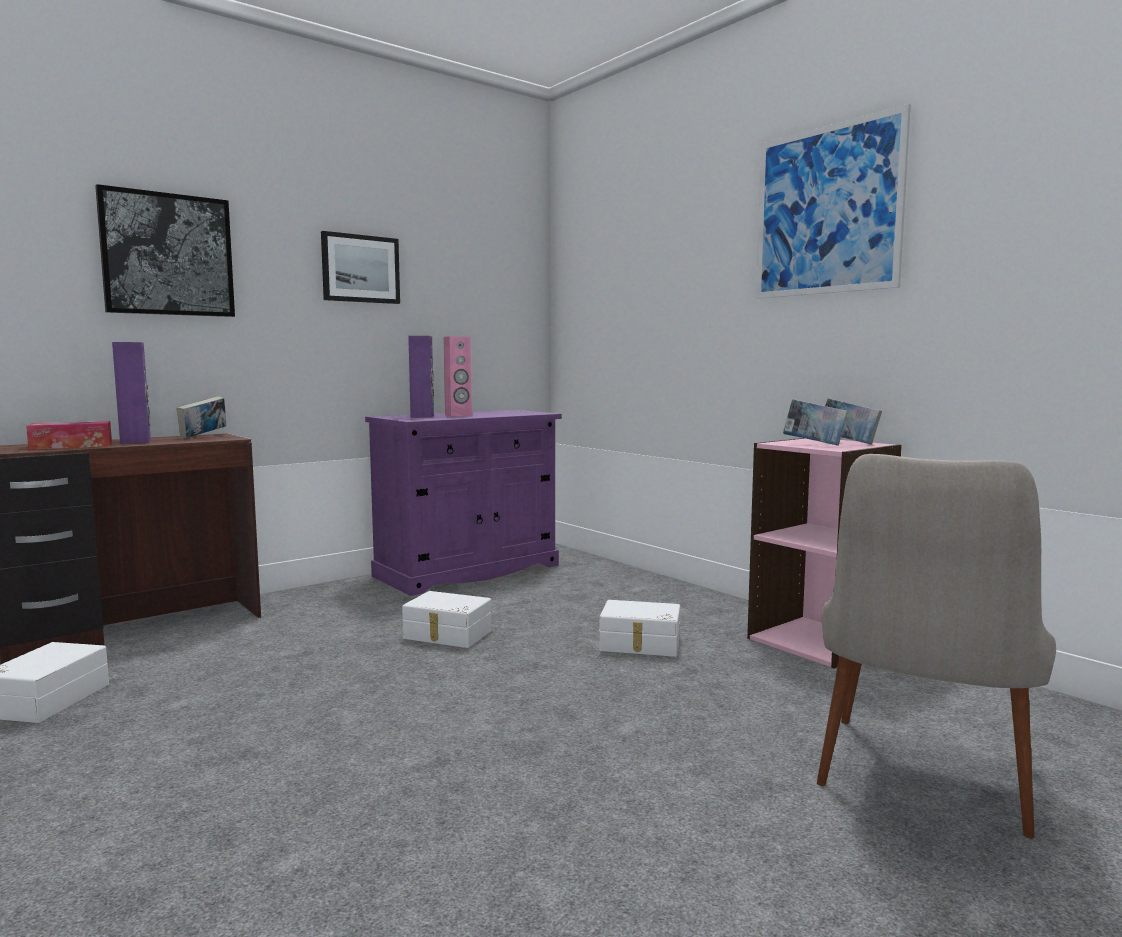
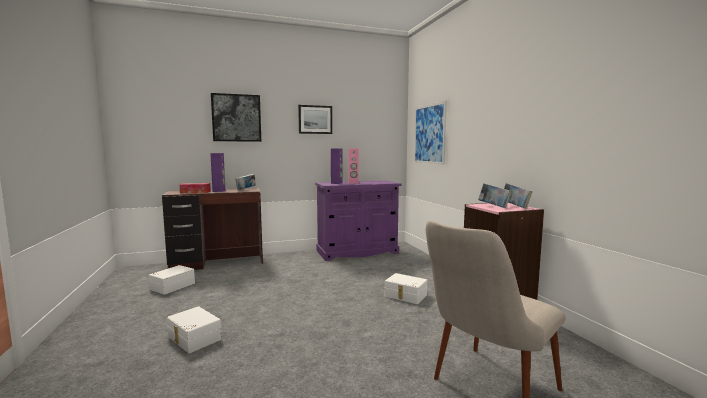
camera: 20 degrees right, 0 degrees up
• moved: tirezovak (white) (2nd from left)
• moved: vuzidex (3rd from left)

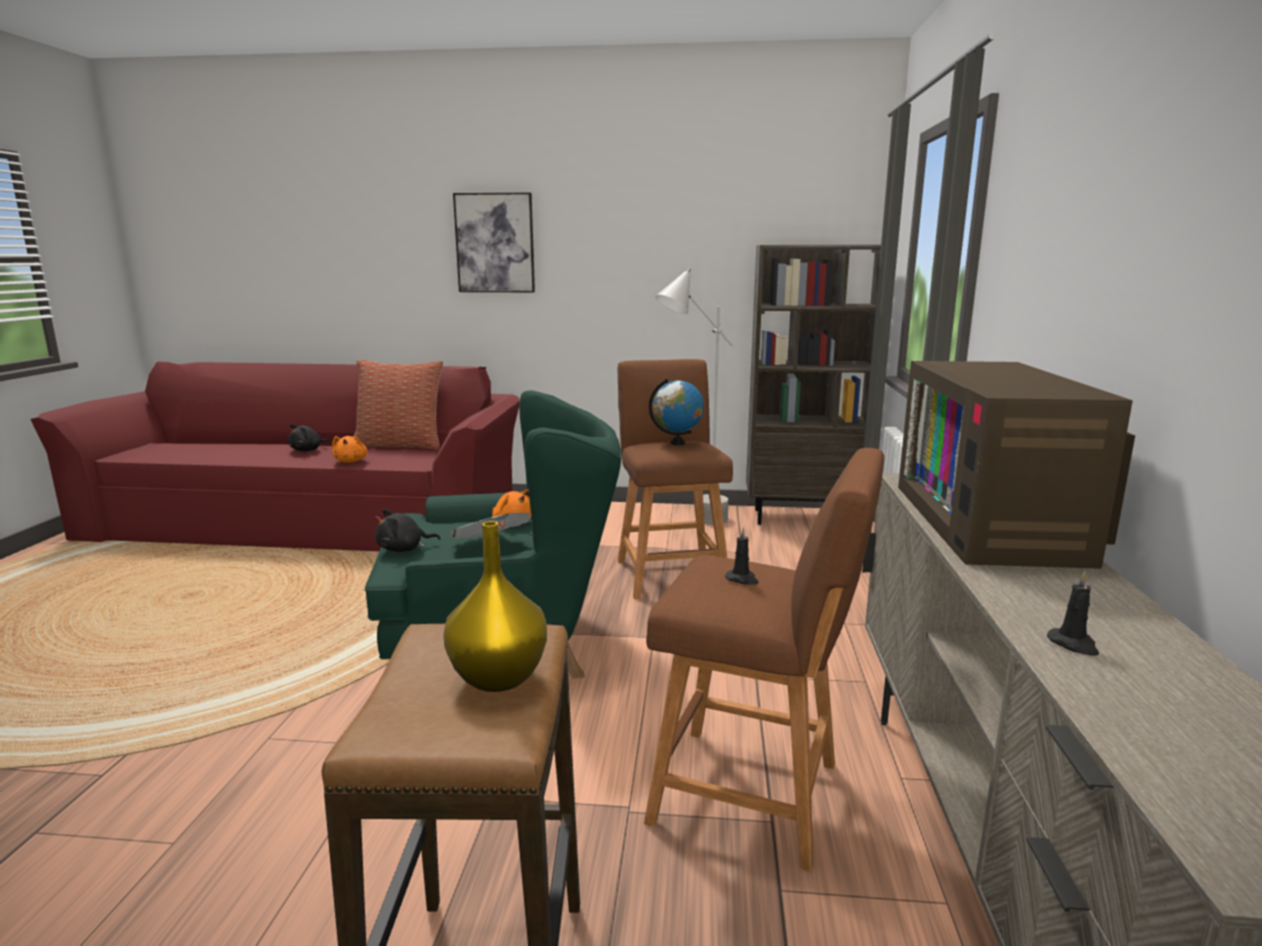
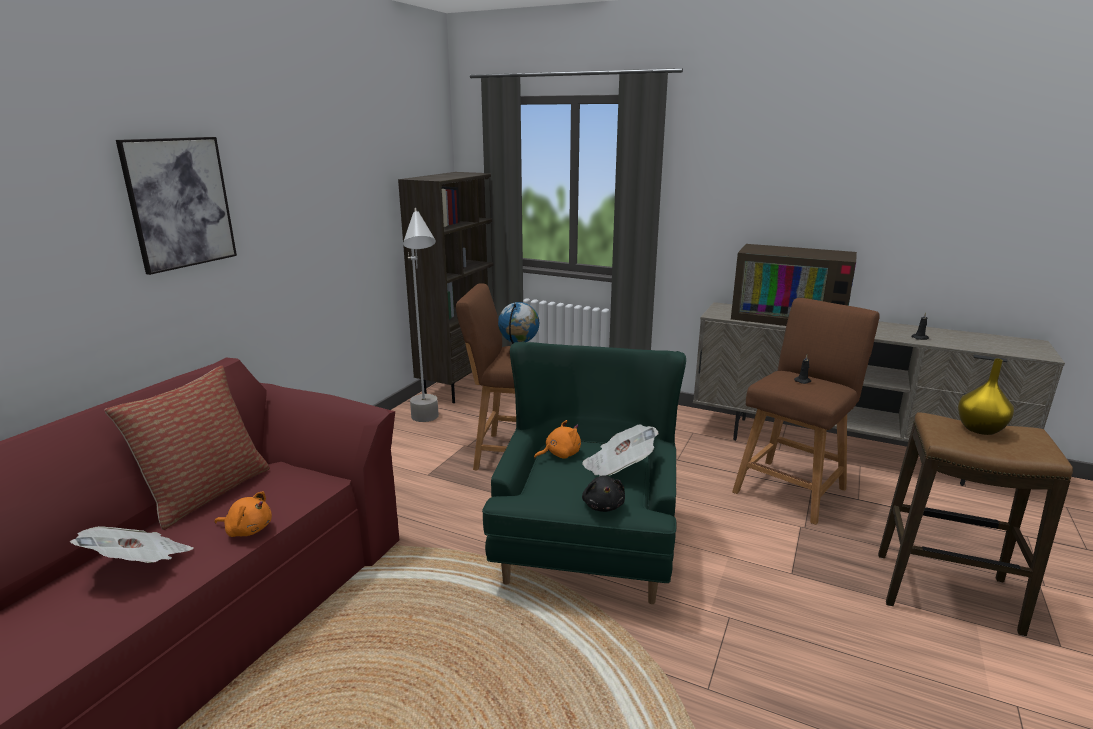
camera: 70 degrees left, 5 degrees up
• replaced: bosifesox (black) (1st from left) to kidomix (1st from left)

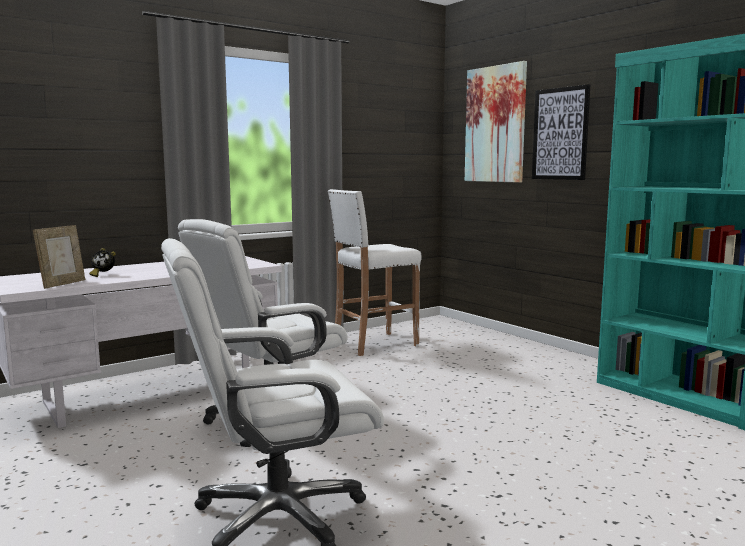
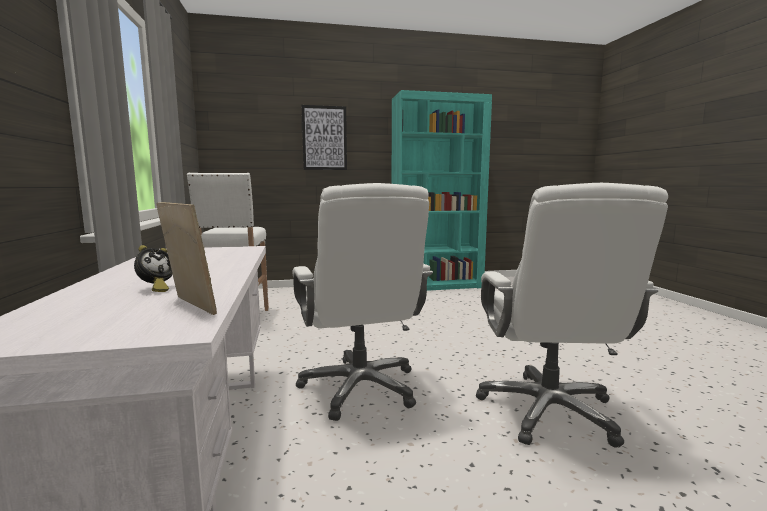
camera: 65 degrees left, 0 degrees up
• removed: vuzidex (1st from left)

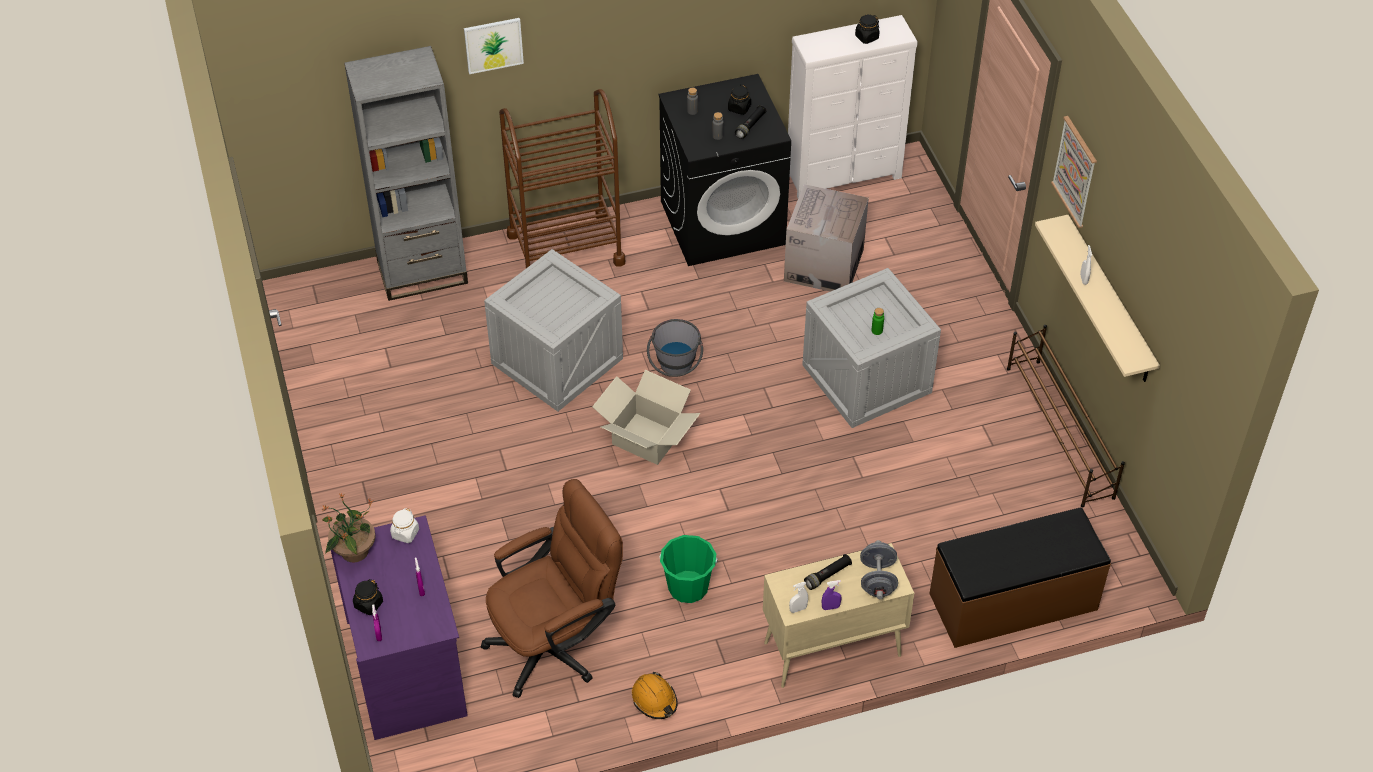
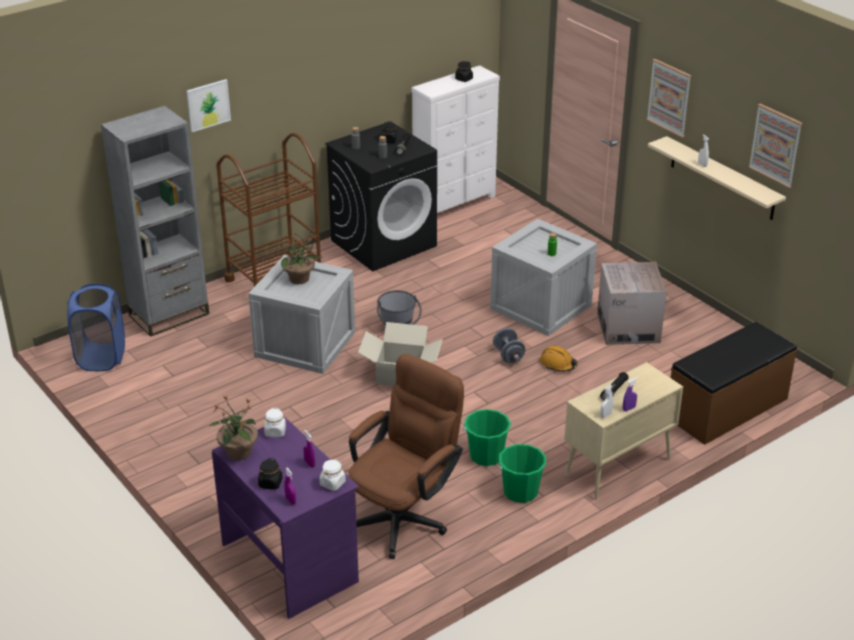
camera: 20 degrees left, 15 degrees down
• moved: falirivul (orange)
• moved: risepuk (2nd from left)
• moved: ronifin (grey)
• removed: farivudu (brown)
• added: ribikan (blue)
• added: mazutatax (2nd from left)
• added: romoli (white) (2nd from left)
• added: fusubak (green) (2nd from left)
• added: vuzidex (3rd from left)

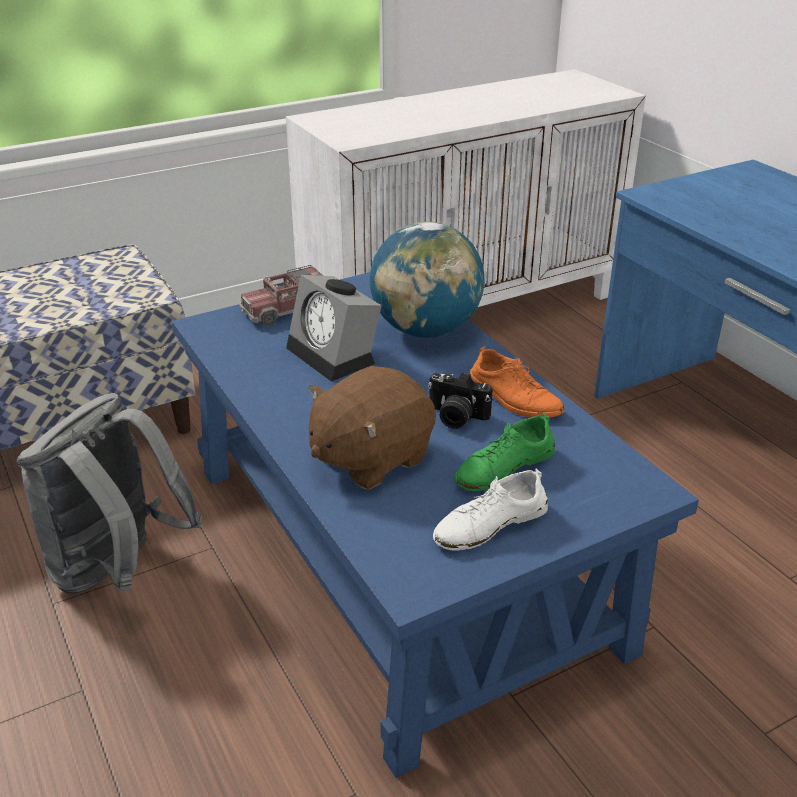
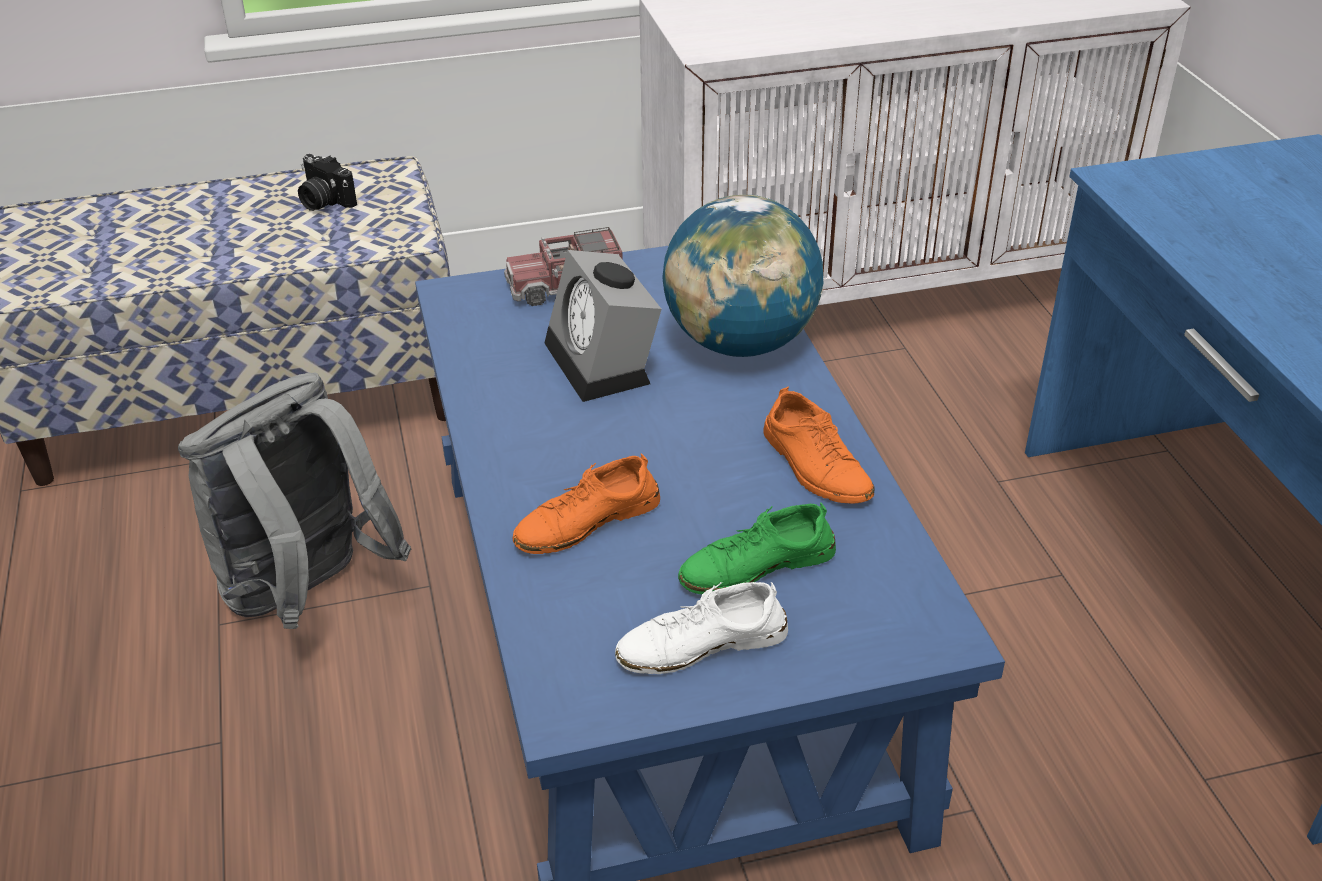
camera: 15 degrees right, 5 degrees up
• replaced: bosifesox (brown) to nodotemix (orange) (1st from left)
• moved: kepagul

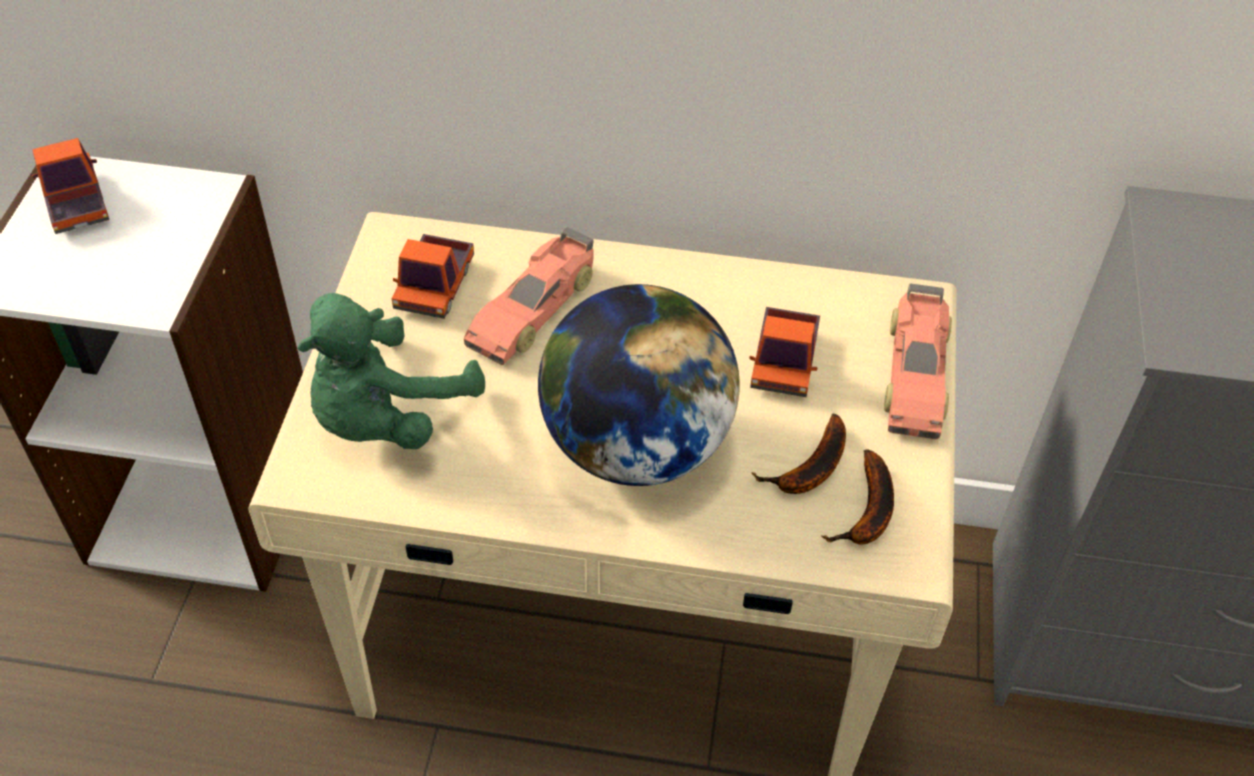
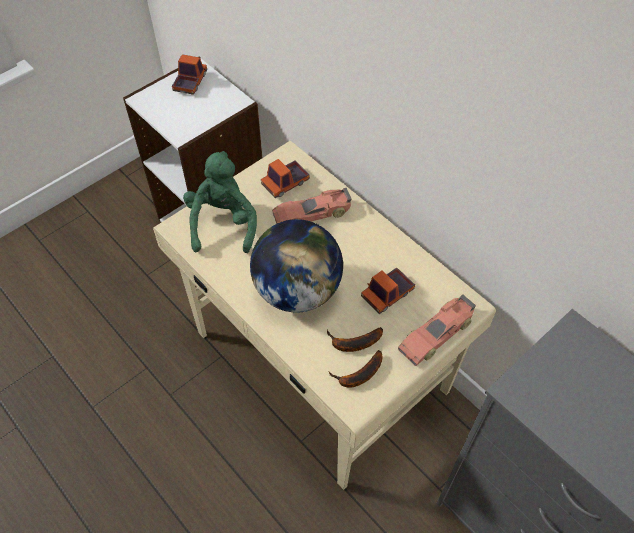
camera: 40 degrees right, 5 degrees up
• turned: bosifesox (green) 105 degrees clockwise

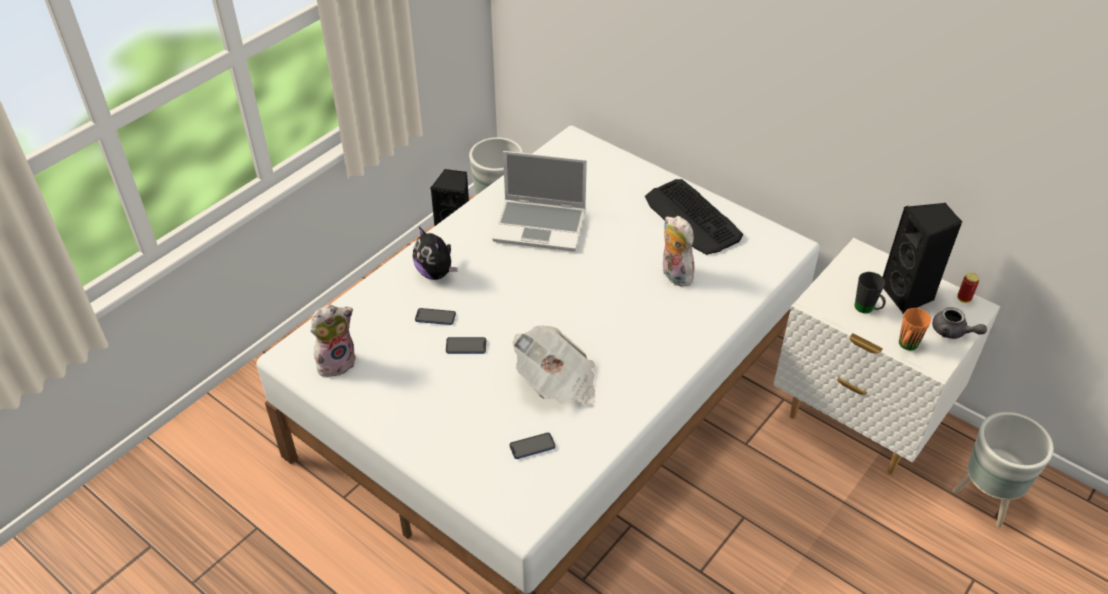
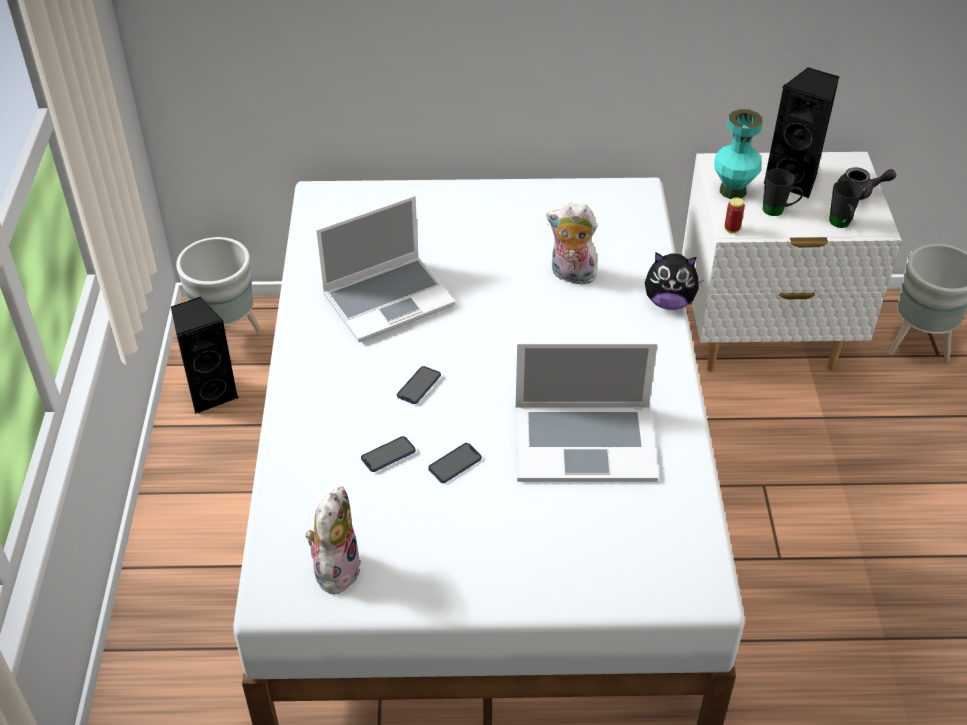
camera: 40 degrees left, 0 degrees up
• moved: bosifesox (2nd from left in the first image) to bosifesox (3rd from left)
• moved: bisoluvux (3rd from left in the first image) to bisoluvux (2nd from left)
• replaced: kidomix to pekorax (2nd from left)
• removed: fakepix
• recoloured: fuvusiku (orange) to fuvusiku (black) (2nd from left)
• moved: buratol
• added: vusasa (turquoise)

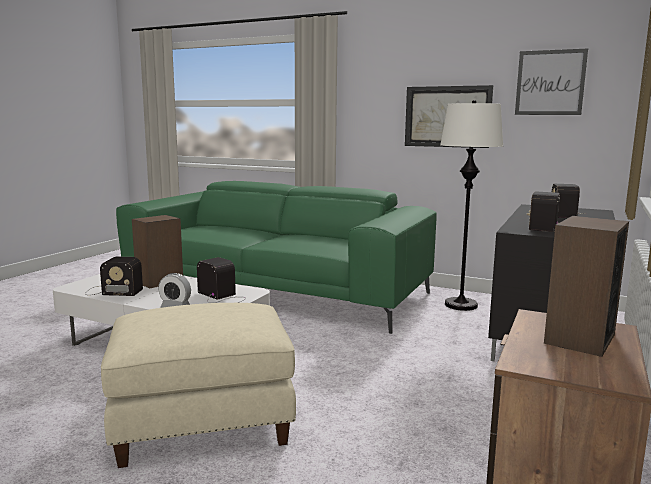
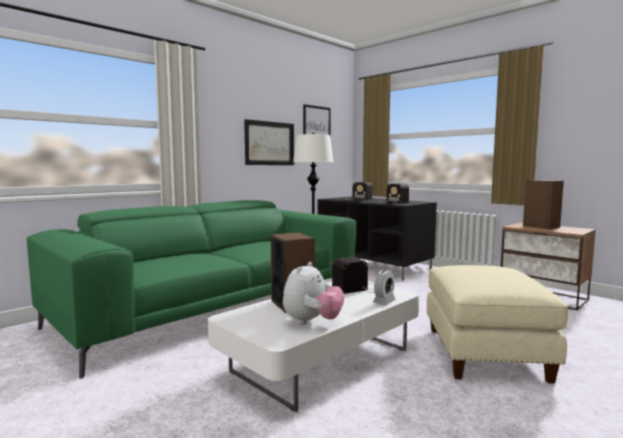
camera: 70 degrees left, 5 degrees down
• replaced: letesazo (1st from left) to bosifesox

